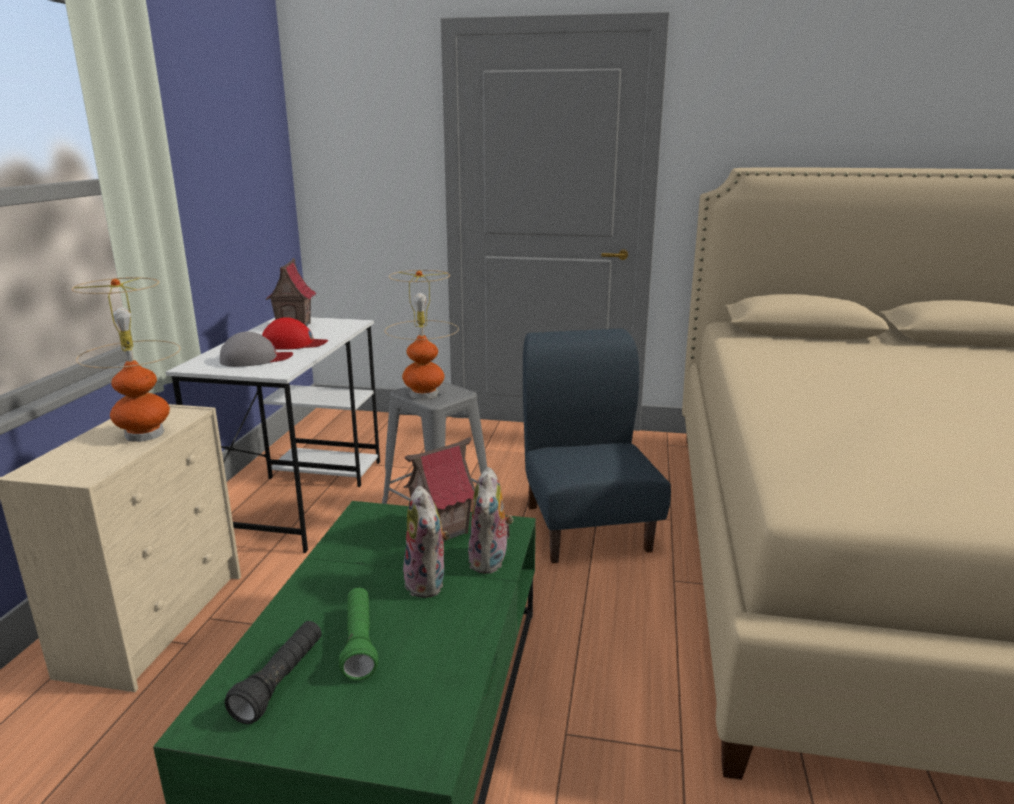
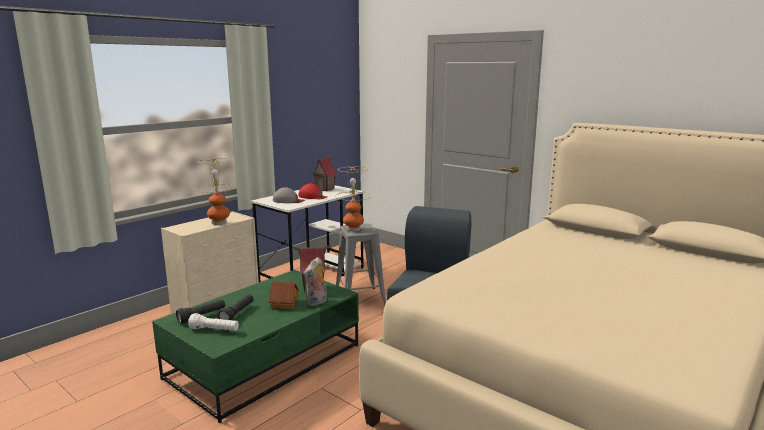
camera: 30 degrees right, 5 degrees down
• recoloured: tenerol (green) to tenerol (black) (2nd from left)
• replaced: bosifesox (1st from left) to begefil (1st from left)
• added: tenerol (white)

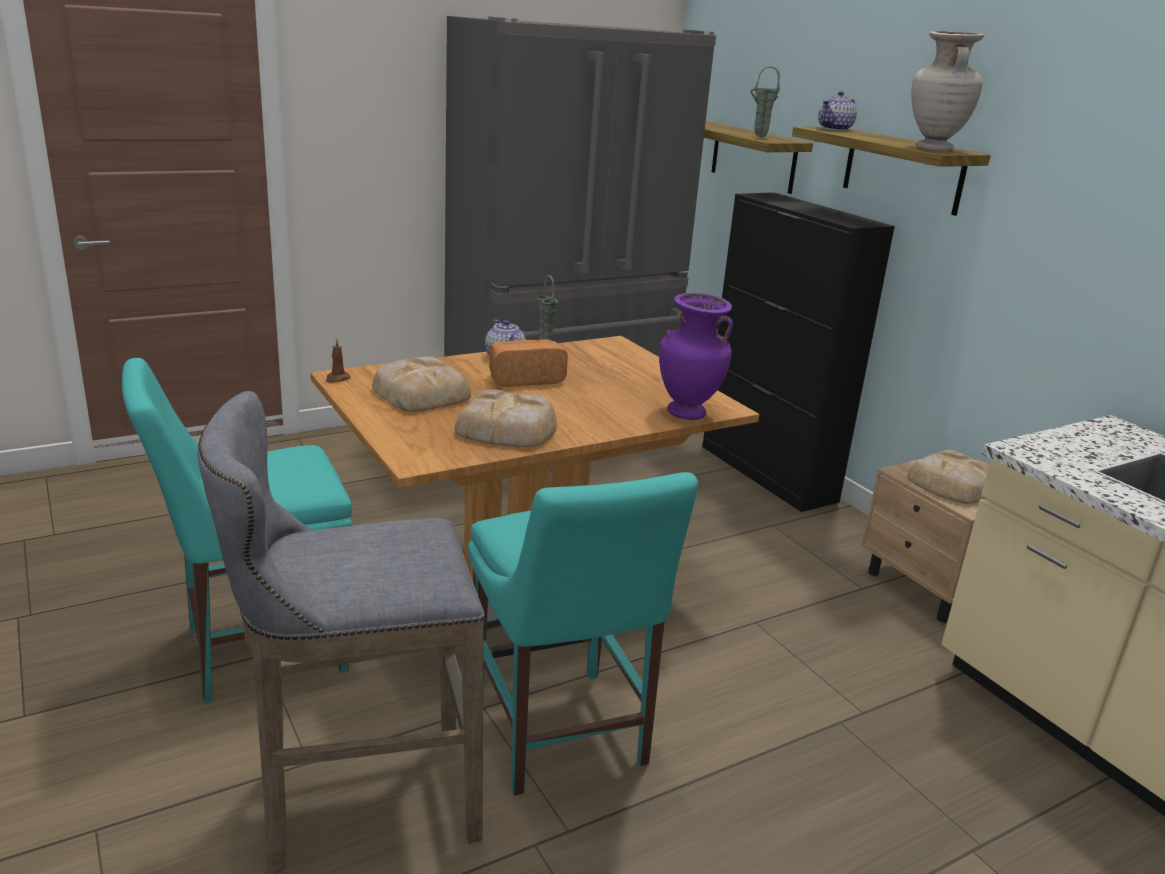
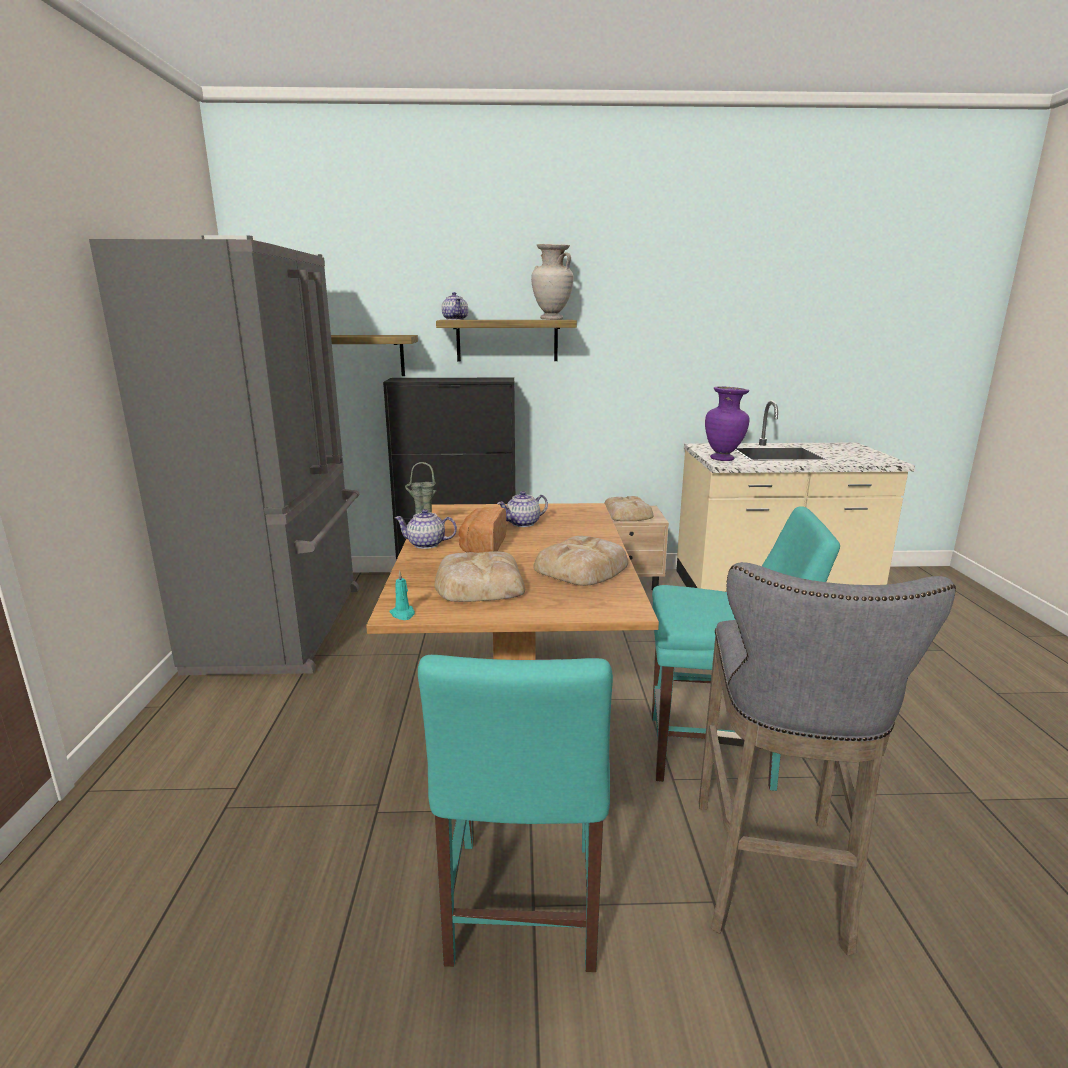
camera: 60 degrees left, 5 degrees down
• recoloured: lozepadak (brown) to lozepadak (turquoise)
• moved: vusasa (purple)
• removed: vusasa (green) (2nd from left)
• added: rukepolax (3rd from left)

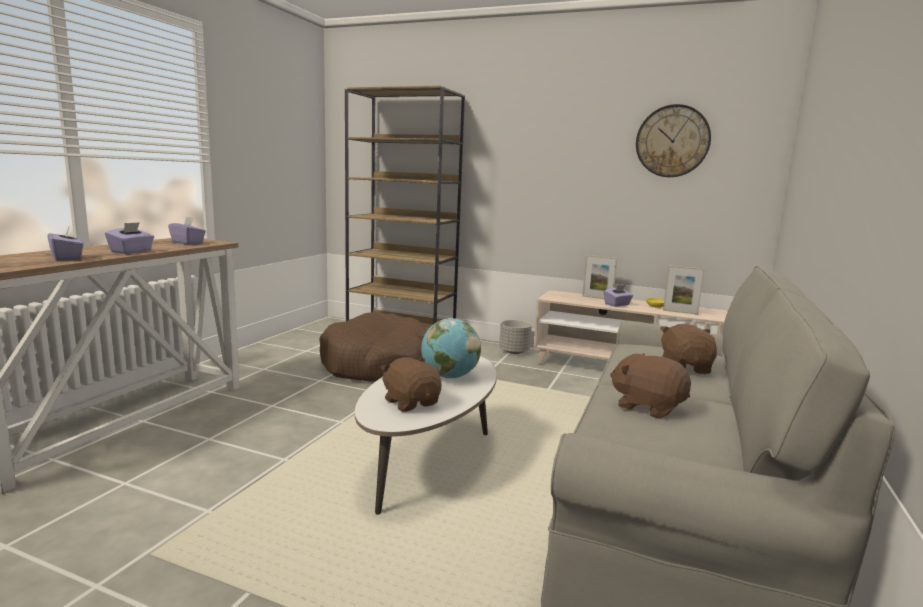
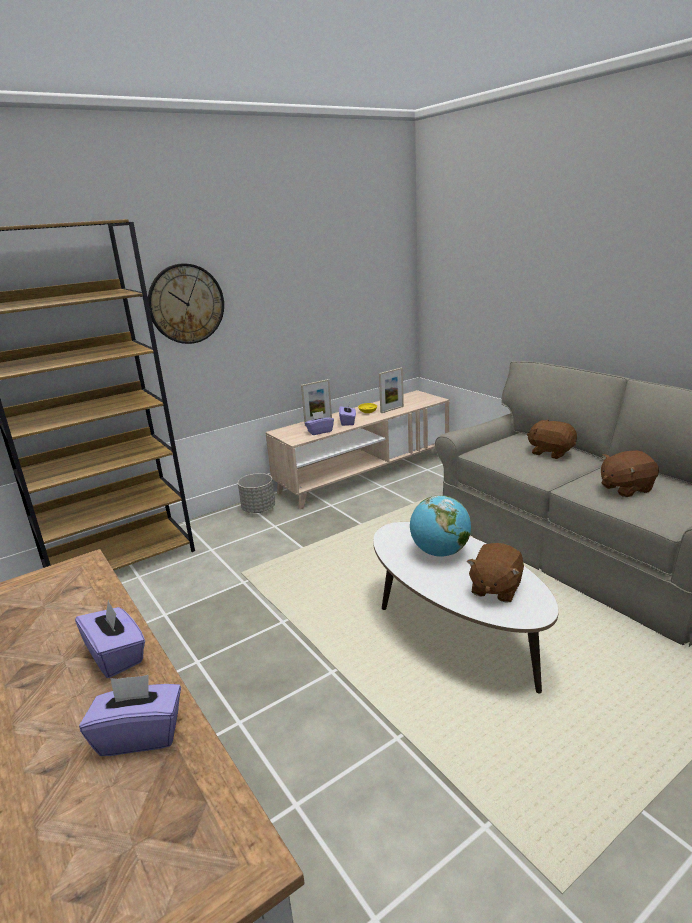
camera: 55 degrees left, 10 degrees up
• moved: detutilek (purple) (3rd from left)
• removed: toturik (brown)
• turned: bosifesox (brown) (1st from left) 60 degrees counterclockwise
• moved: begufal

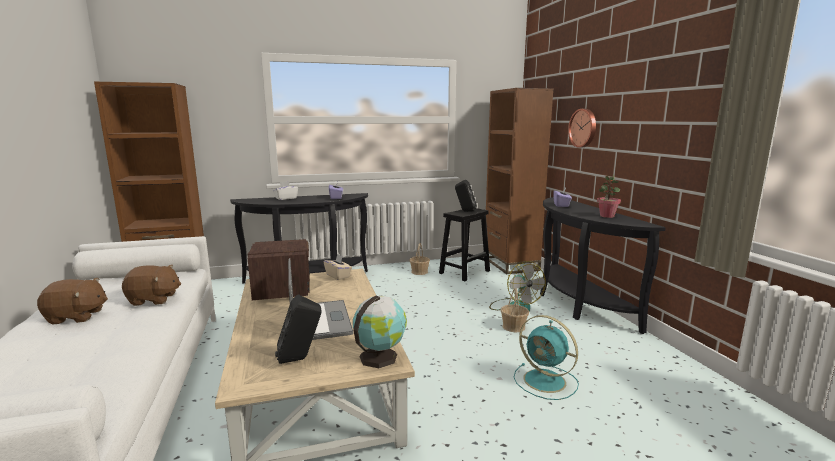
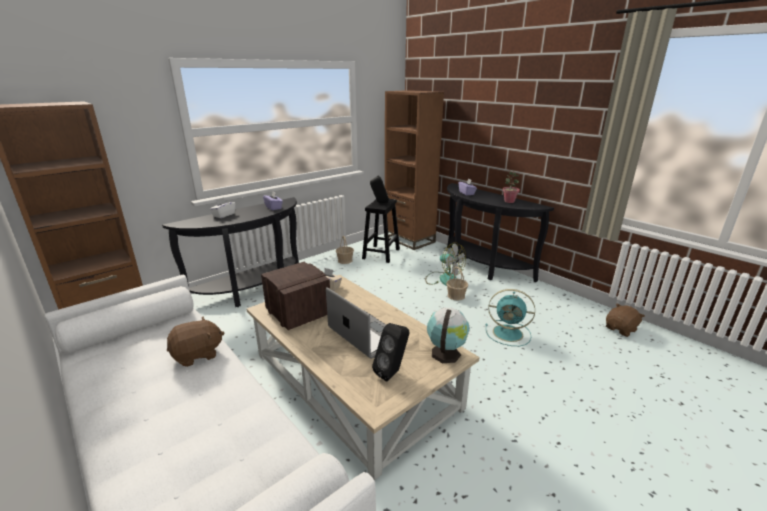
camera: 25 degrees left, 10 degrees up
• moved: bosifesox (brown) (1st from left in the first image) to bosifesox (brown) (2nd from left)
• removed: begufal

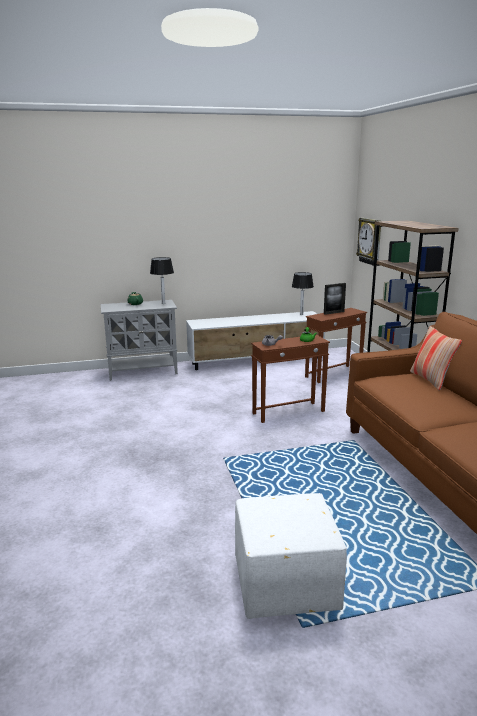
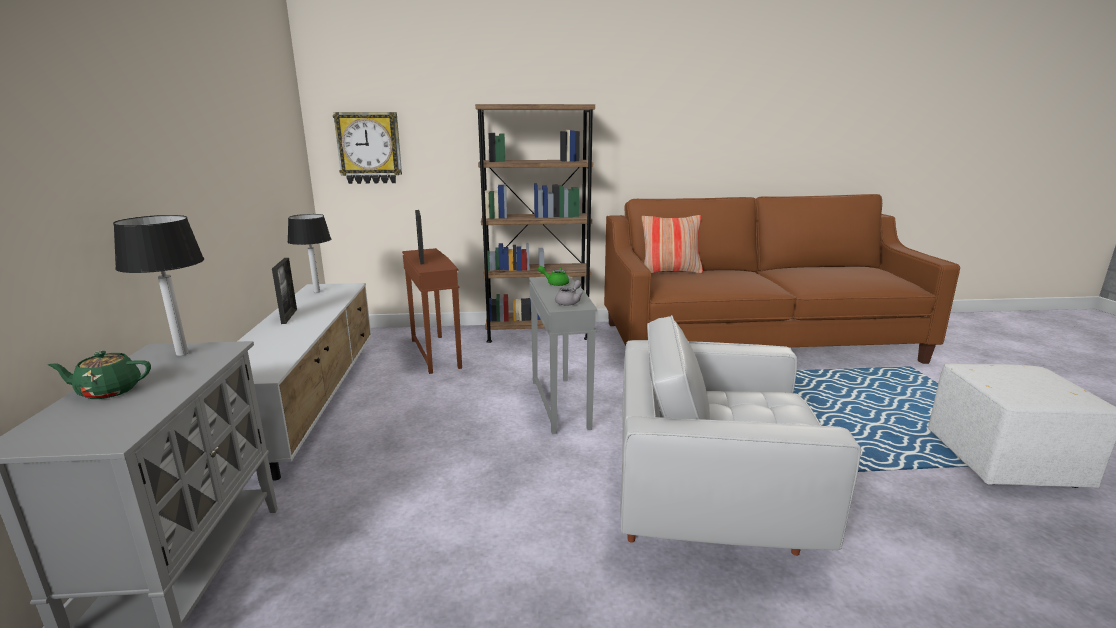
camera: 80 degrees left, 0 degrees up
• recoloured: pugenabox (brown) (1st from left) to pugenabox (grey)
• added: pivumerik (1st from left)
• added: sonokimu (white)

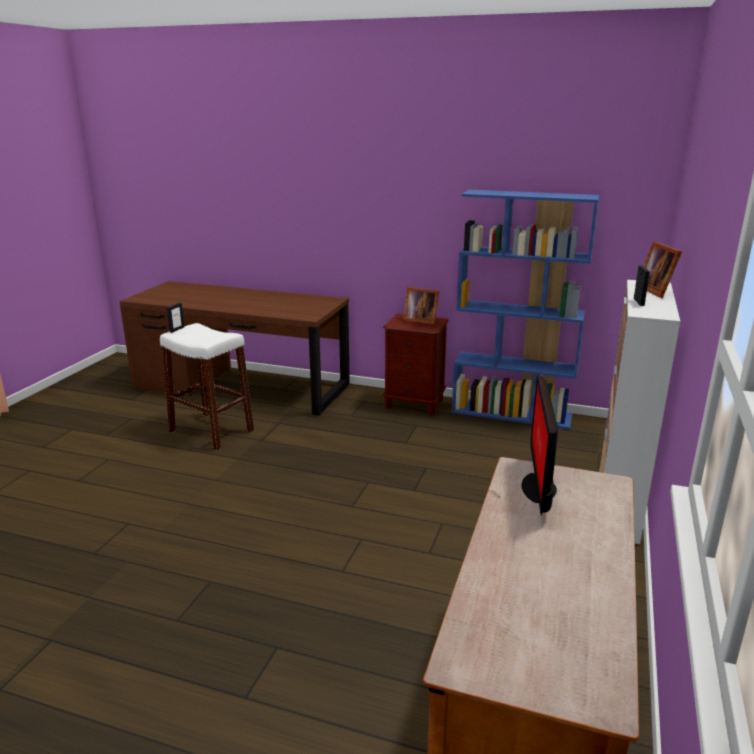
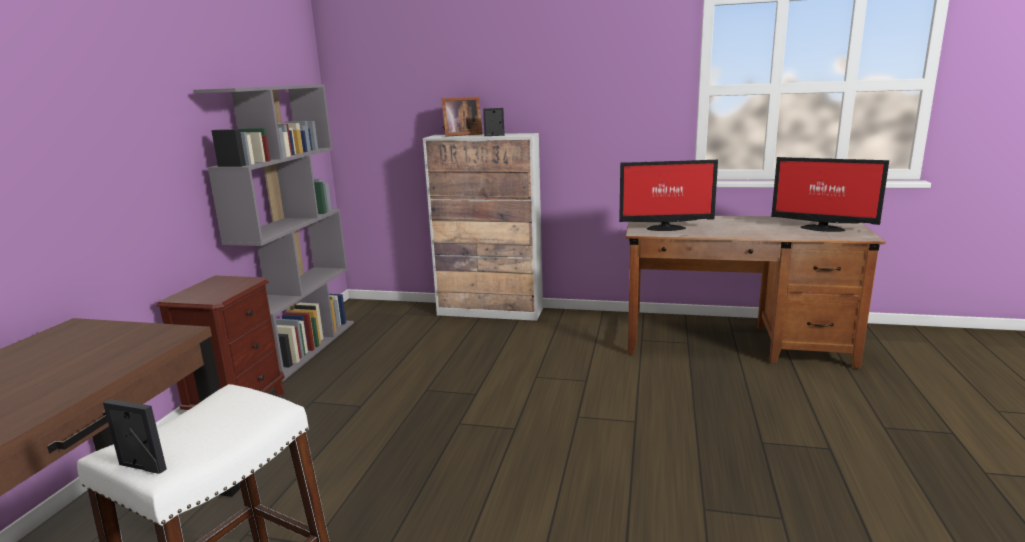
camera: 95 degrees left, 5 degrees down
• removed: pivumerik (2nd from left)
• recoloured: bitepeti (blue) to bitepeti (grey)
• added: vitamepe (2nd from left)

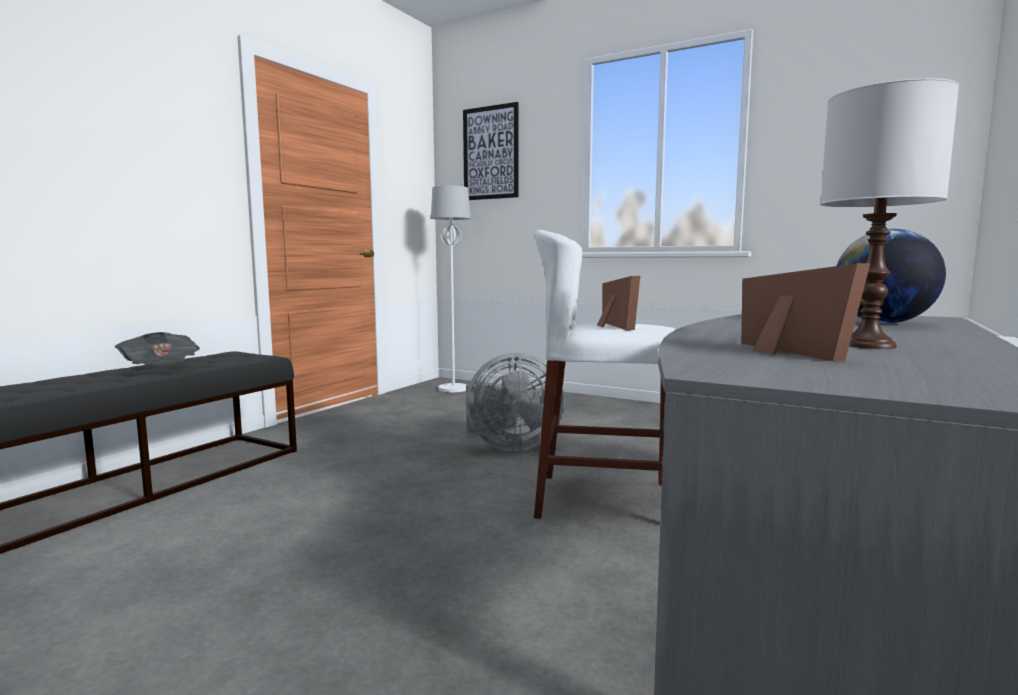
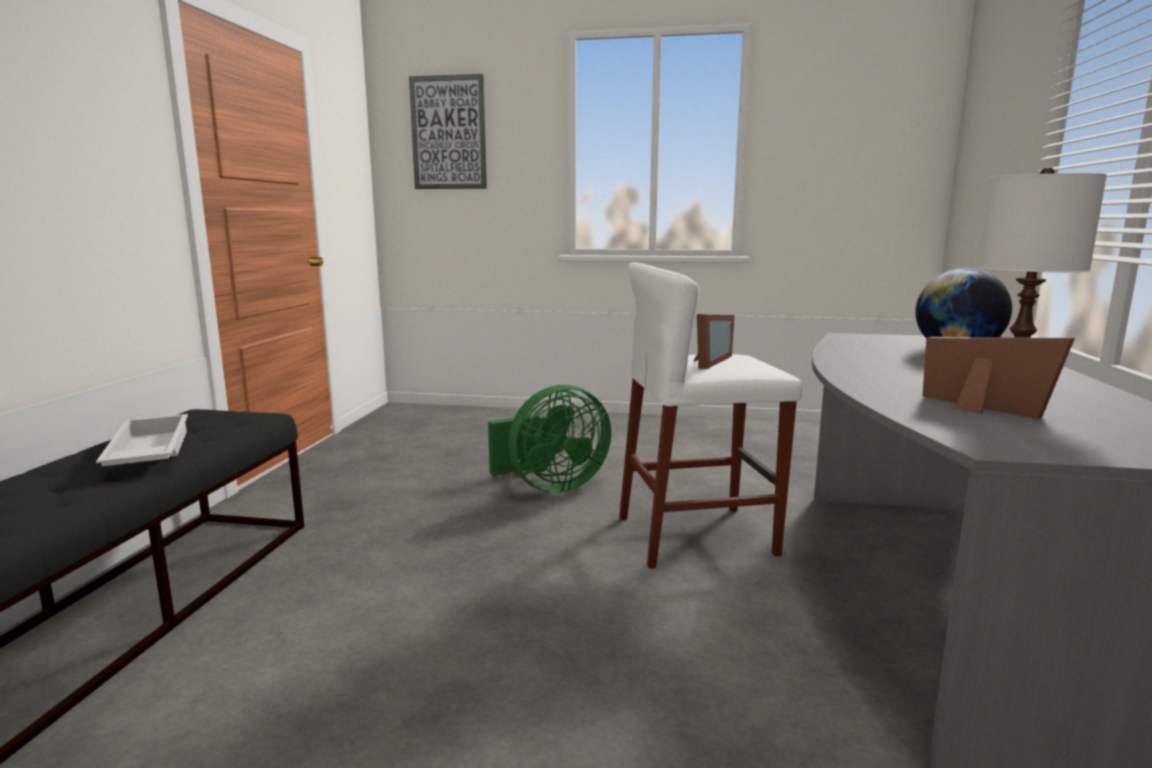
camera: 20 degrees left, 5 degrees up
• replaced: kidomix to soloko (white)
• removed: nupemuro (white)
• recoloured: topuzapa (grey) to topuzapa (green)
• turned: pivumerik (1st from left) 60 degrees clockwise

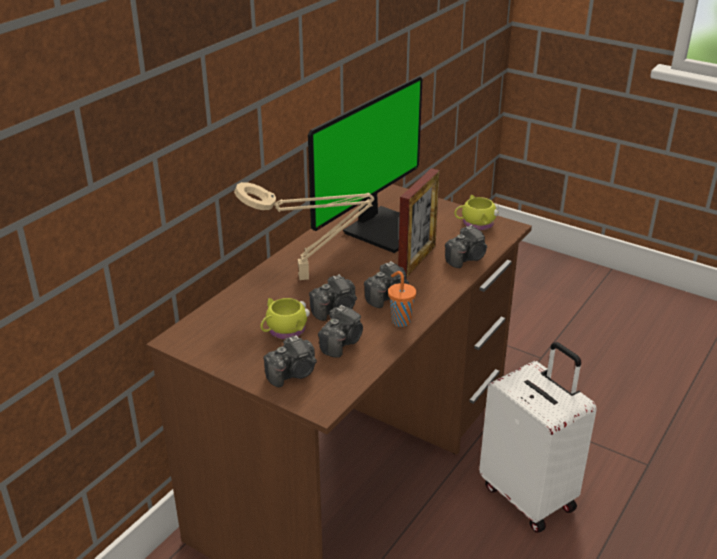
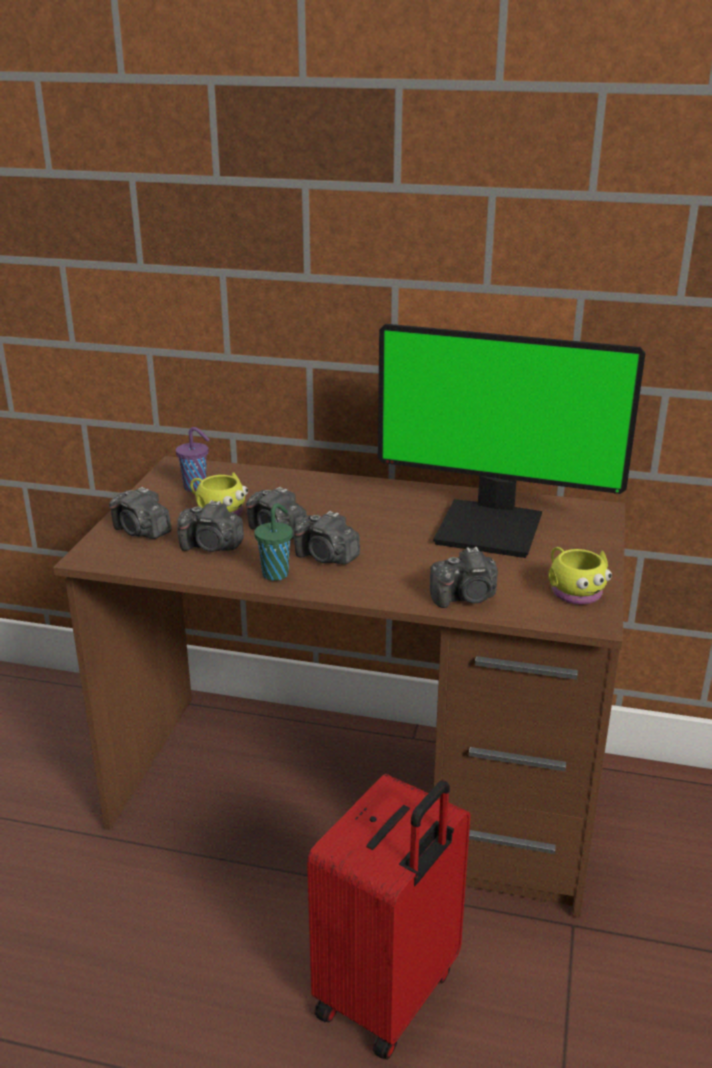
camera: 70 degrees right, 5 degrees down
• removed: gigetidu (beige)
• recoloured: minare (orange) to minare (green)
• removed: pivumerik
• turned: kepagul (5th from left) 45 degrees counterclockwise
• recoloured: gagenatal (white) to gagenatal (red)
• added: minare (purple)

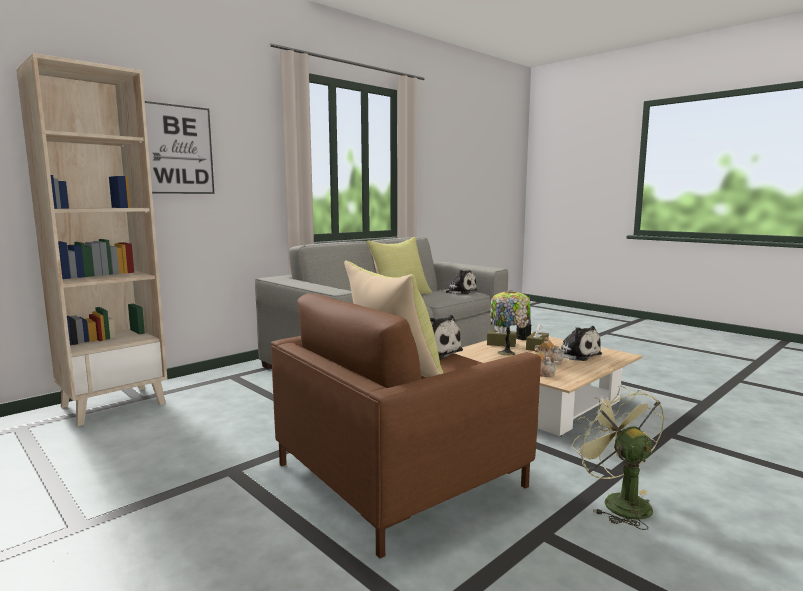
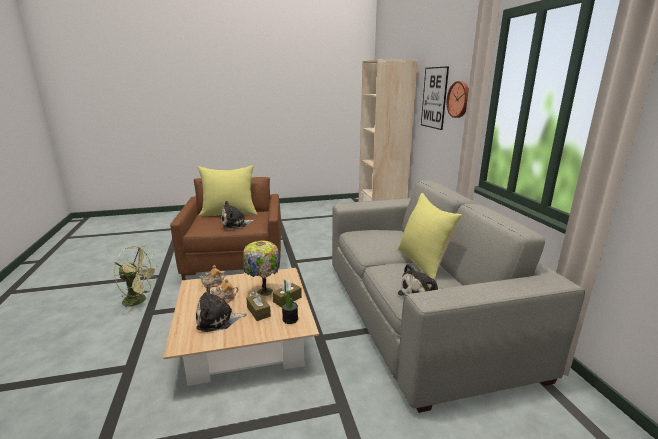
camera: 120 degrees right, 10 degrees up
• added: begufal

